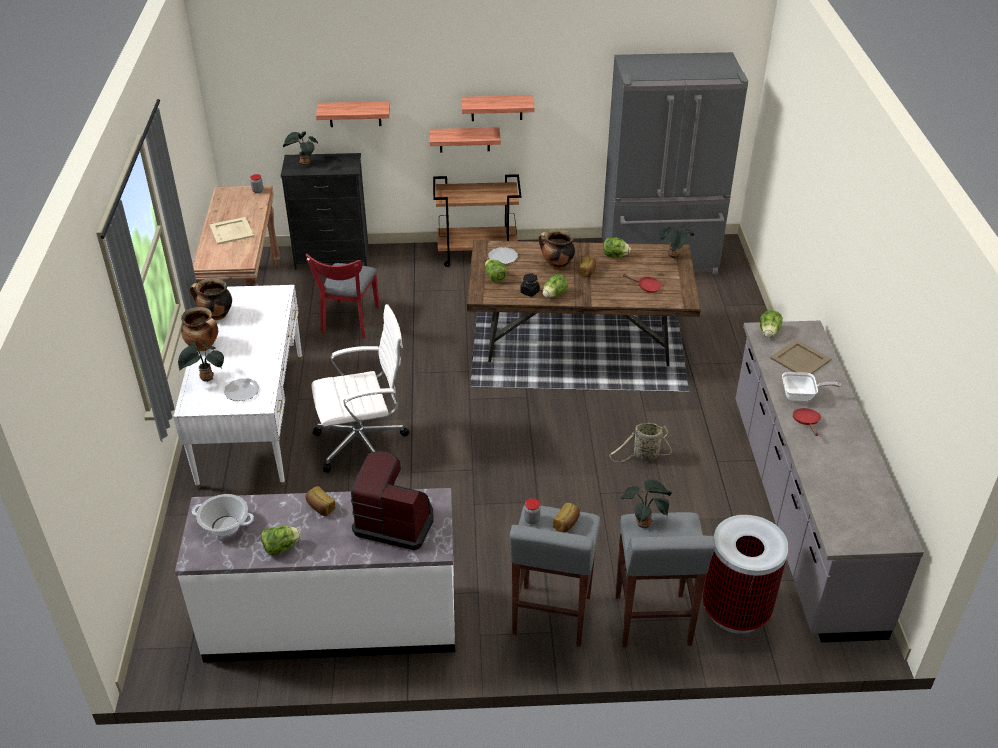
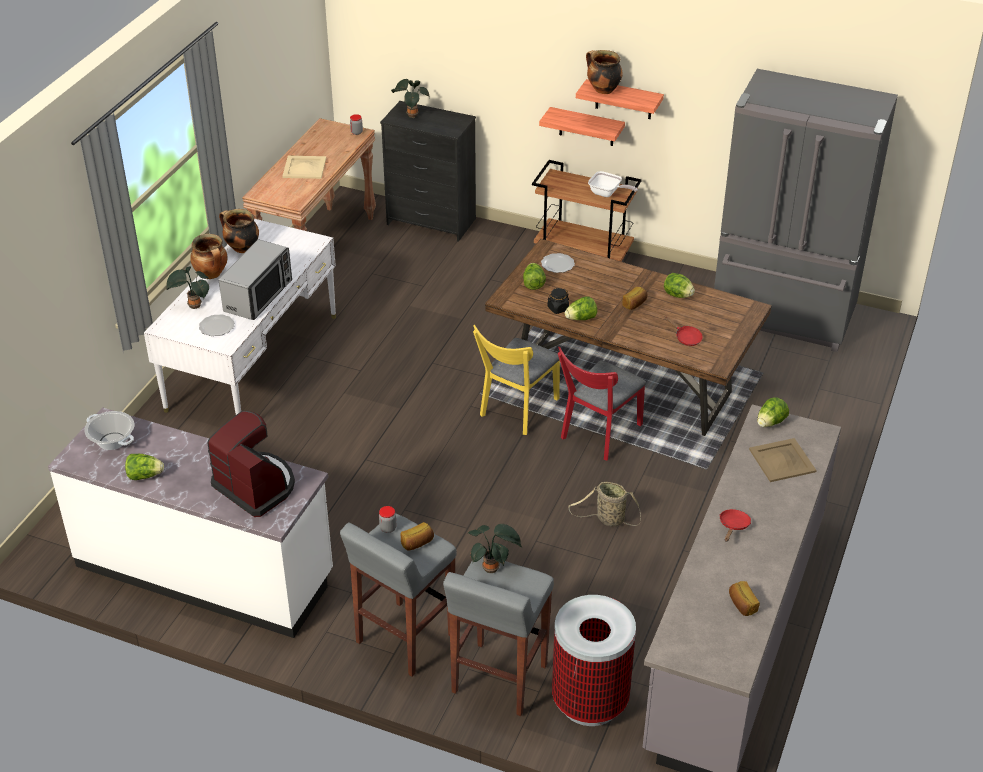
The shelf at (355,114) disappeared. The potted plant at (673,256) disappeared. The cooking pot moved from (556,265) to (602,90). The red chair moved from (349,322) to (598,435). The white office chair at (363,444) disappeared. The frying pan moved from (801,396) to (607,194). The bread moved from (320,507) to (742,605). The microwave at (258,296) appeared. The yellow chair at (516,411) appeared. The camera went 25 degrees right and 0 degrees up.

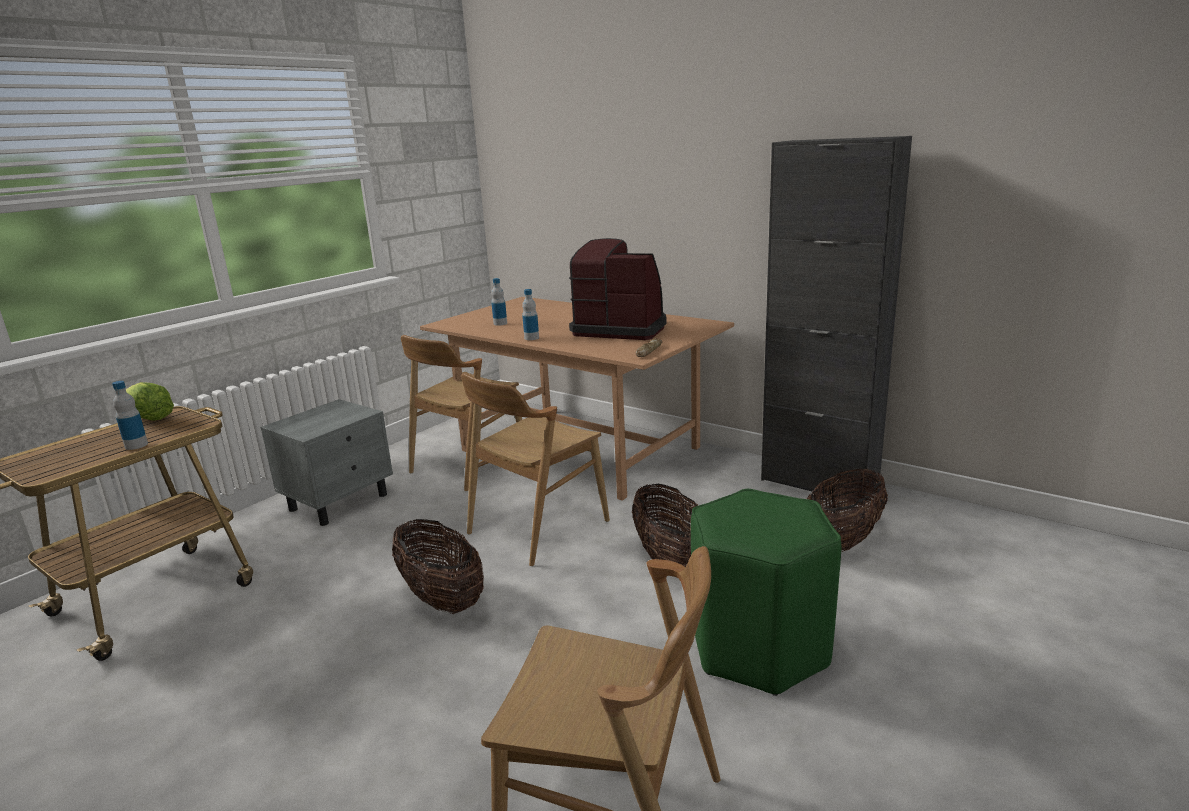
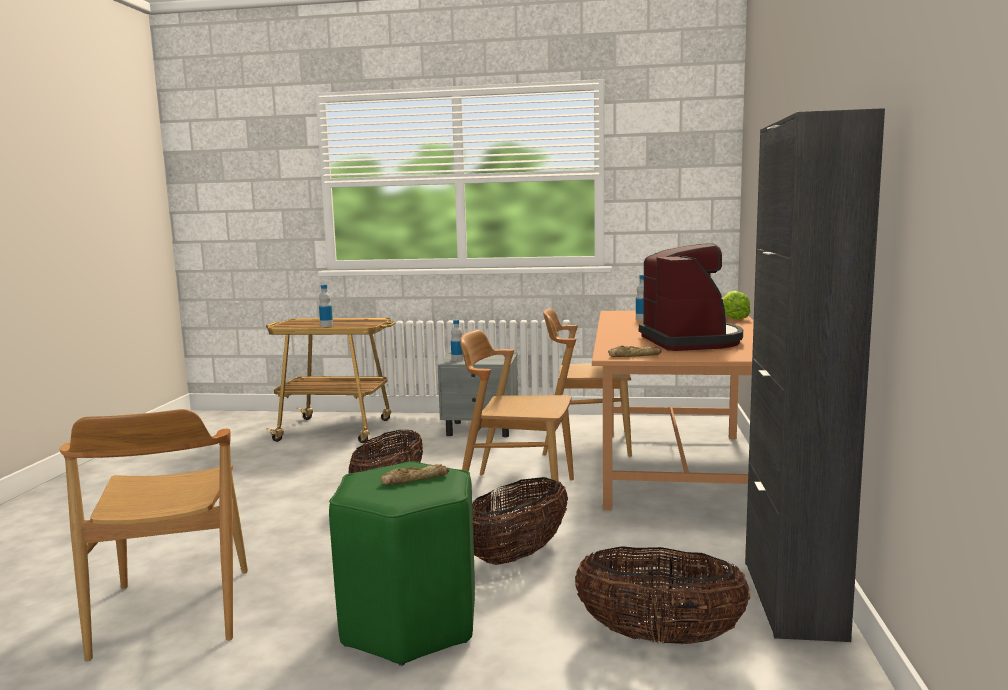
The bottle moved from (531,338) to (457,360). The lettuce moved from (149,418) to (733,318). The bread at (414,479) appeared. The camera went 60 degrees right and 10 degrees down.

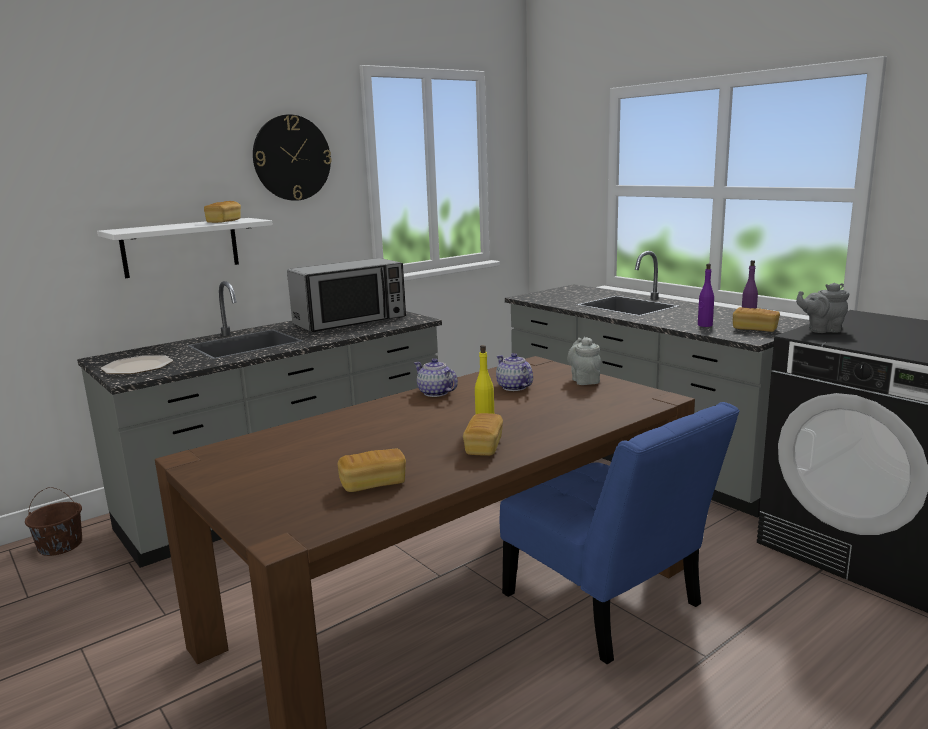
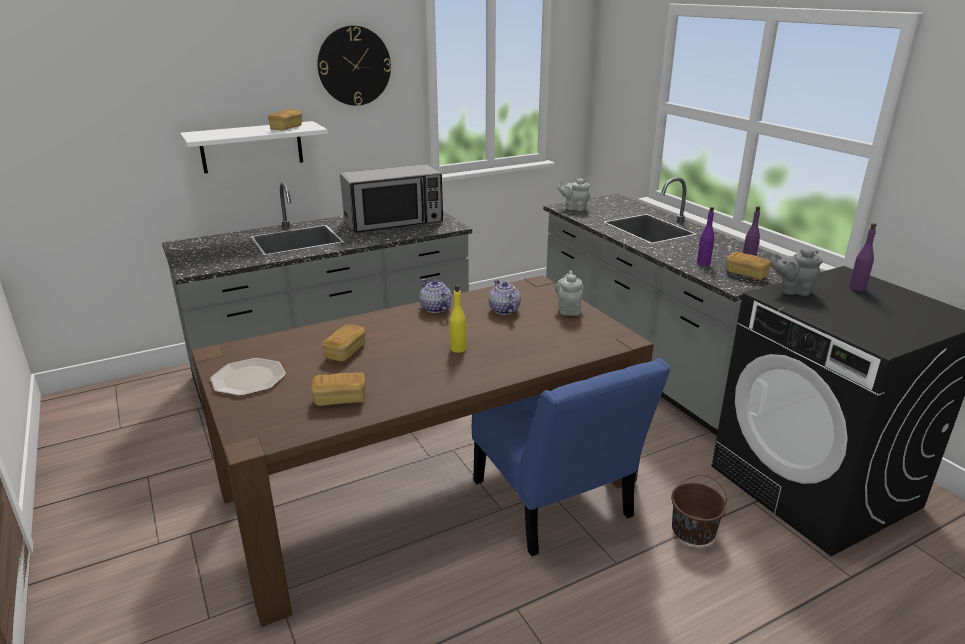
The plate moved from (138,366) to (249,378). The bread moved from (484,447) to (345,352). The brown bucket moved from (60,546) to (693,530). The grey teapot at (574,208) appeared. The purple bottle at (857,288) appeared. The camera went 10 degrees right and 10 degrees up.

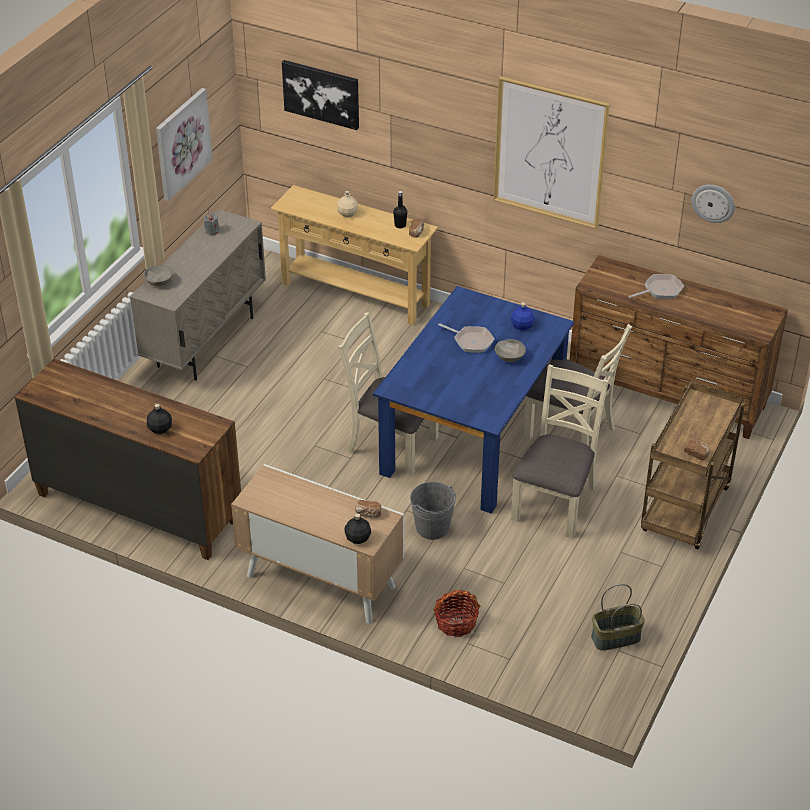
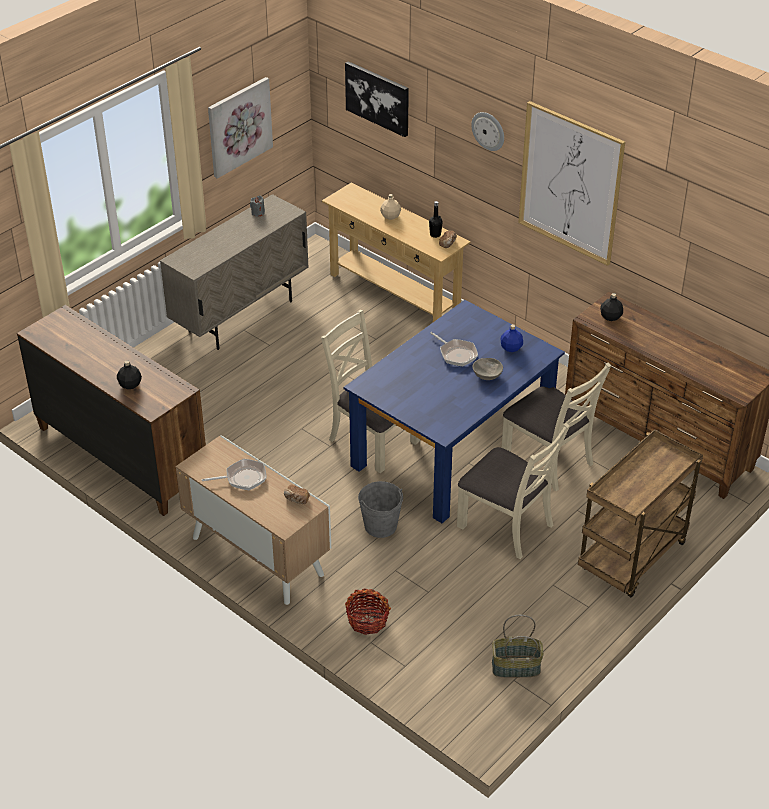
The wall clock moved from (713,202) to (488,131). The grey bowl at (159,282) disappeared. The frying pan moved from (660,290) to (242,478). The beige chair at (555,503) turned 90 degrees clockwise. The bread at (696,453) disappeared. The black bottle moved from (357,538) to (610,317). The camera went 15 degrees right and 0 degrees up.

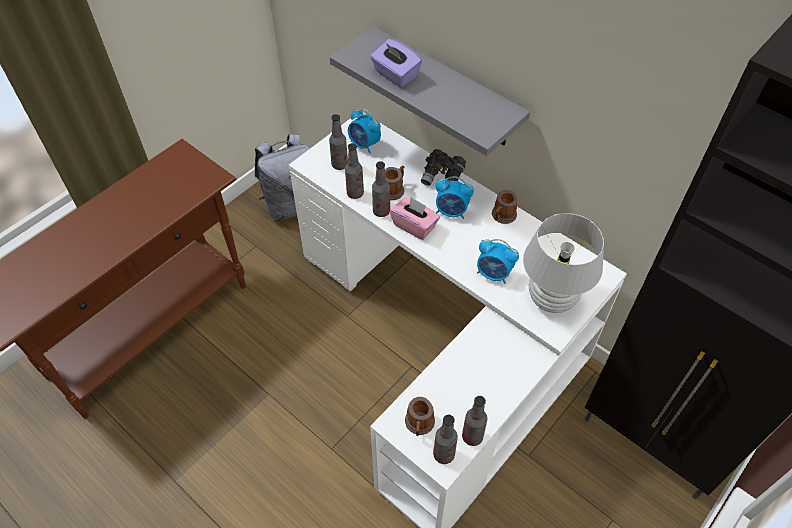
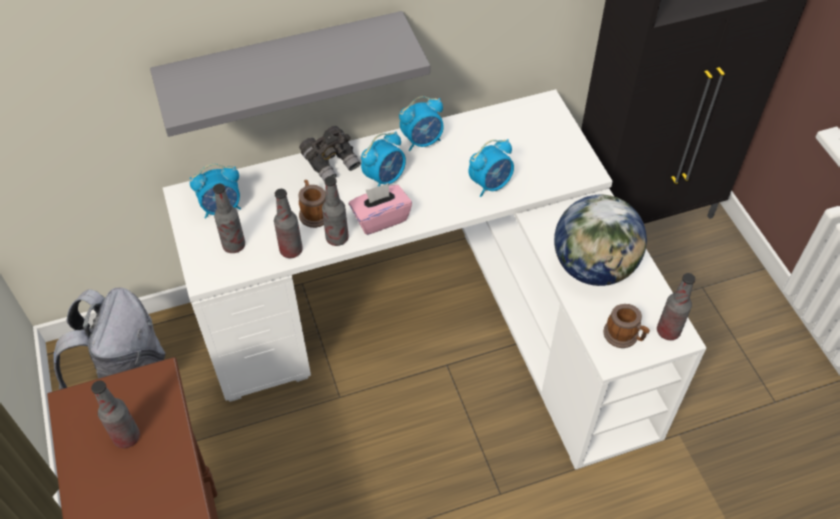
The purple tissue box at (395,75) disappeared. The mug at (502,216) was replaced by the alarm clock at (422,141). The white table lamp at (551,299) disappeared. The bottle moved from (472,436) to (127,437). The globe at (593,267) appeared. The camera went 60 degrees left and 0 degrees up.

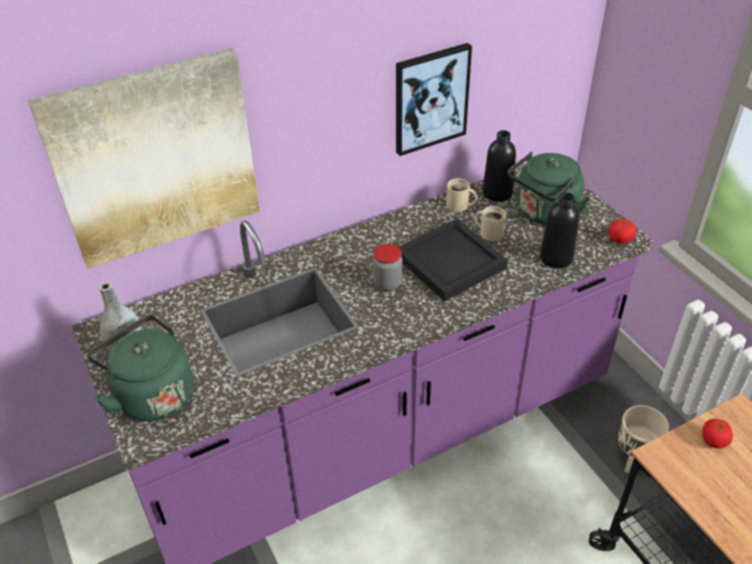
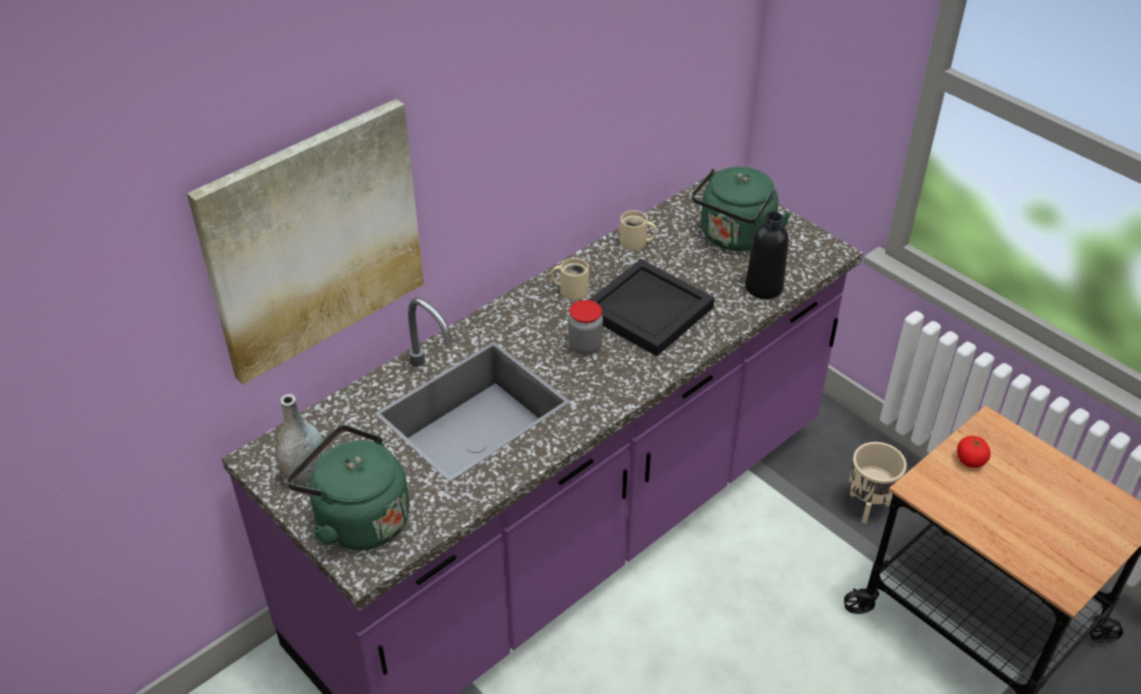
The picture at (430,98) disappeared. The black bottle at (497,193) disappeared. The beige mug moved from (489,232) to (571,289). The tomato at (620,239) disappeared. The camera went 15 degrees left and 0 degrees up.

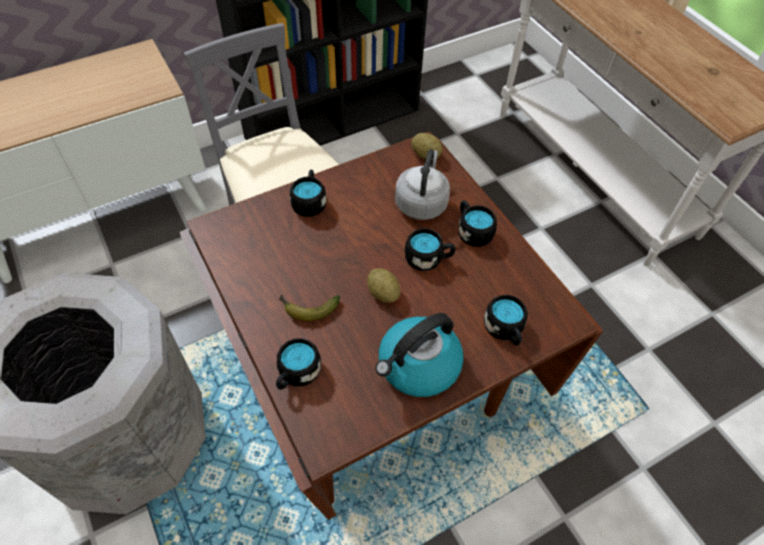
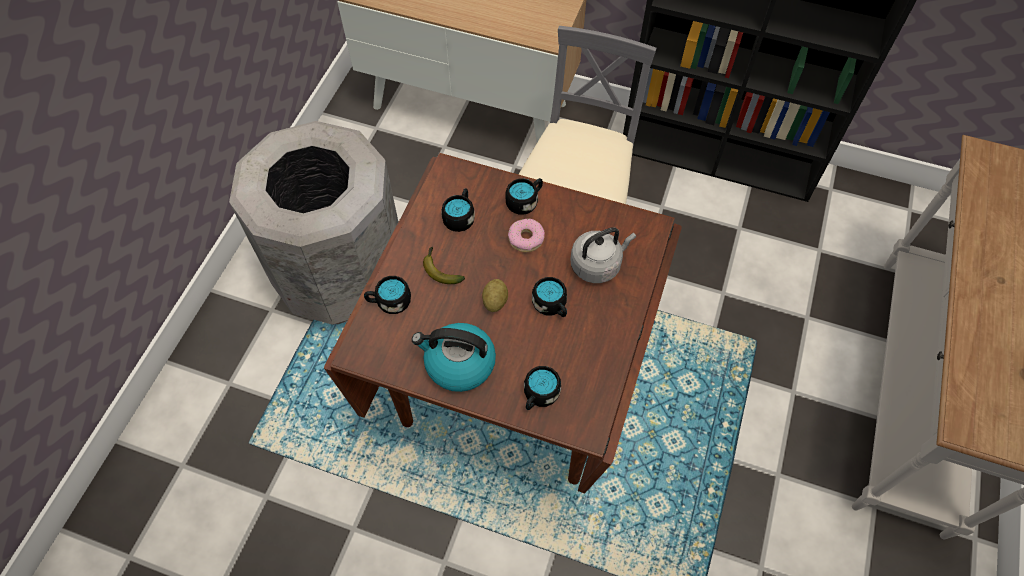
The potato at (425,155) disappeared. The black mug moved from (472,231) to (460,216). The donut at (526,238) appeared. The camera went 50 degrees right and 5 degrees up.

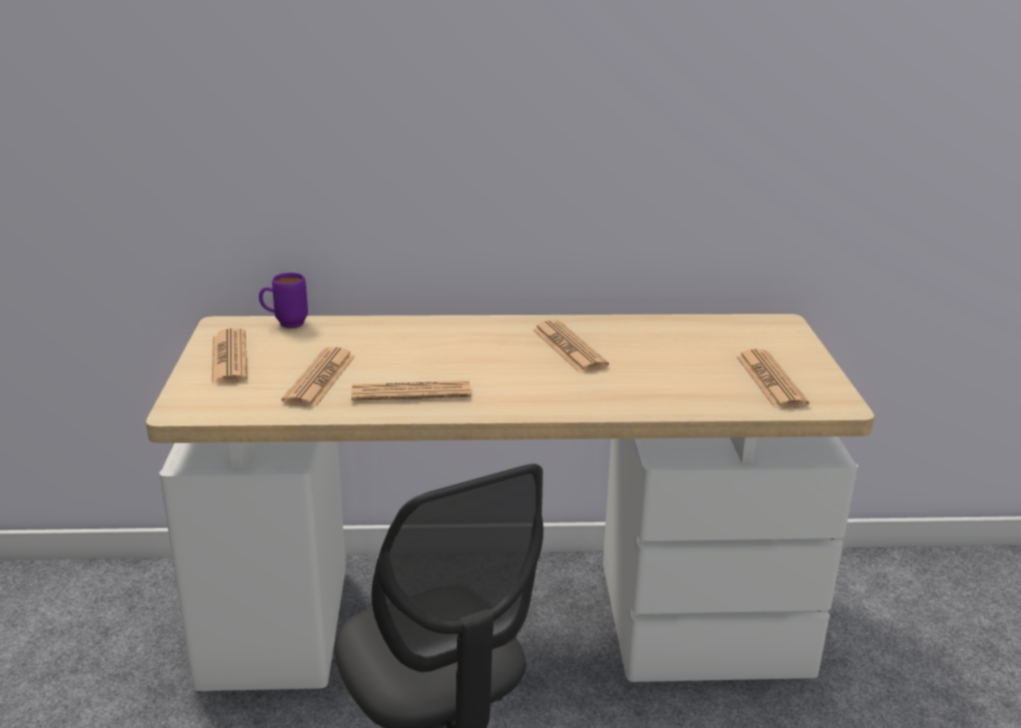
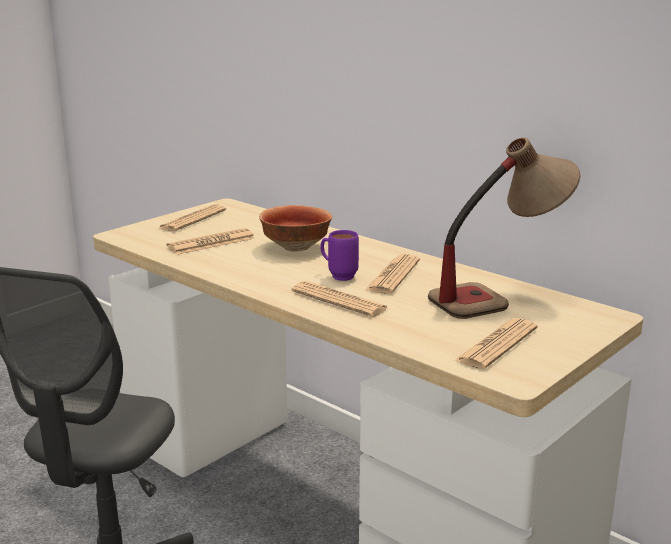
The purple mug moved from (285,324) to (338,276). The newspaper moved from (411,392) to (339,300). The table lamp at (499,297) appeared. The bowl at (296,247) appeared. The camera went 45 degrees right and 5 degrees down.

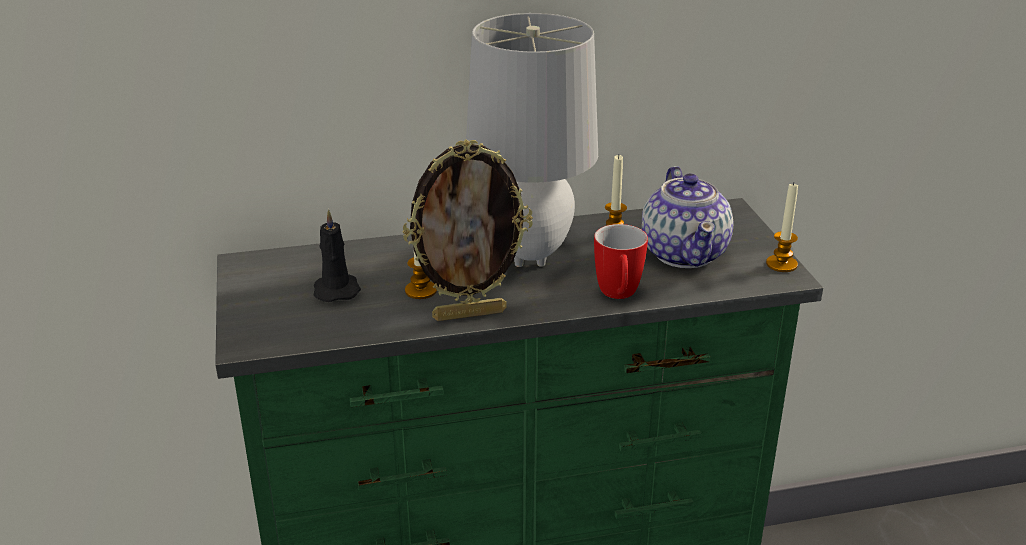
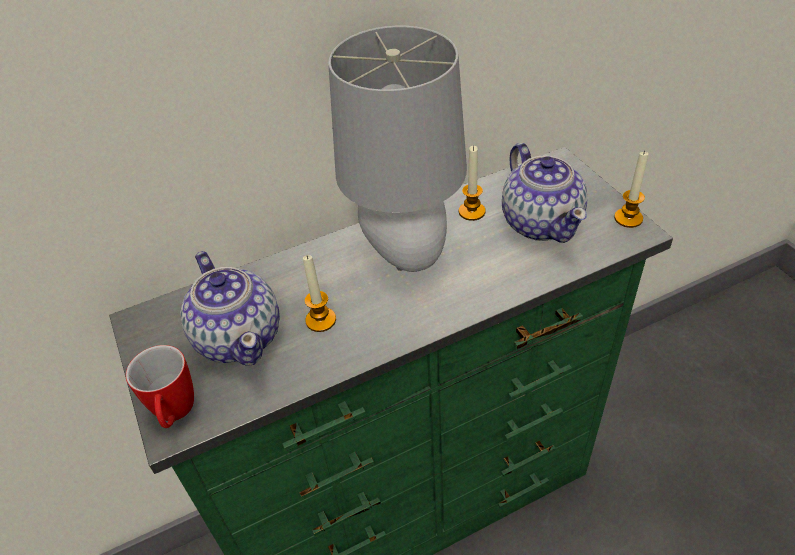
The picture frame at (469,314) disappeared. The black candle at (336,289) was replaced by the teapot at (239,336). The mug moved from (619,296) to (175,415). The camera went 10 degrees left and 15 degrees up.

